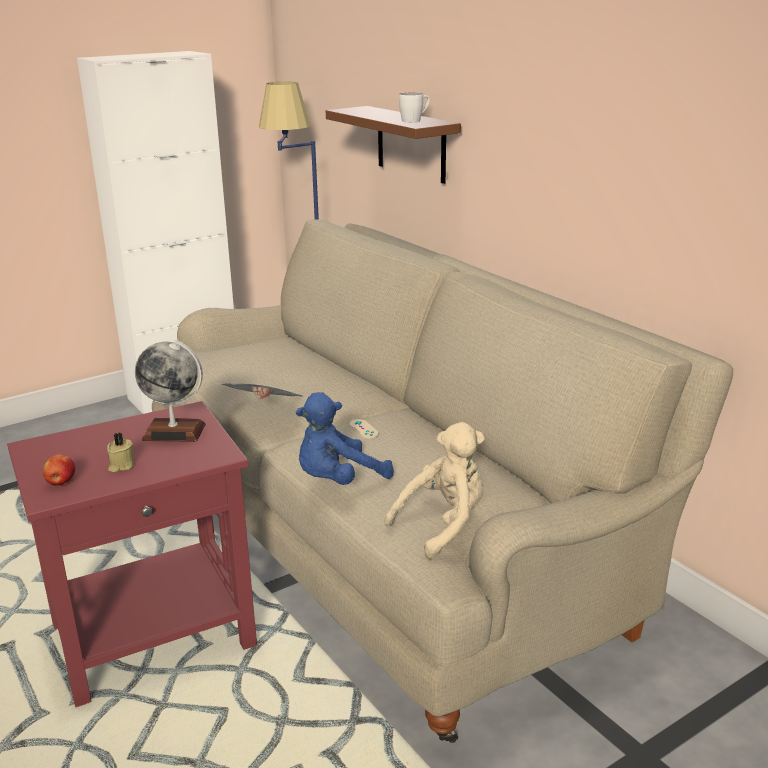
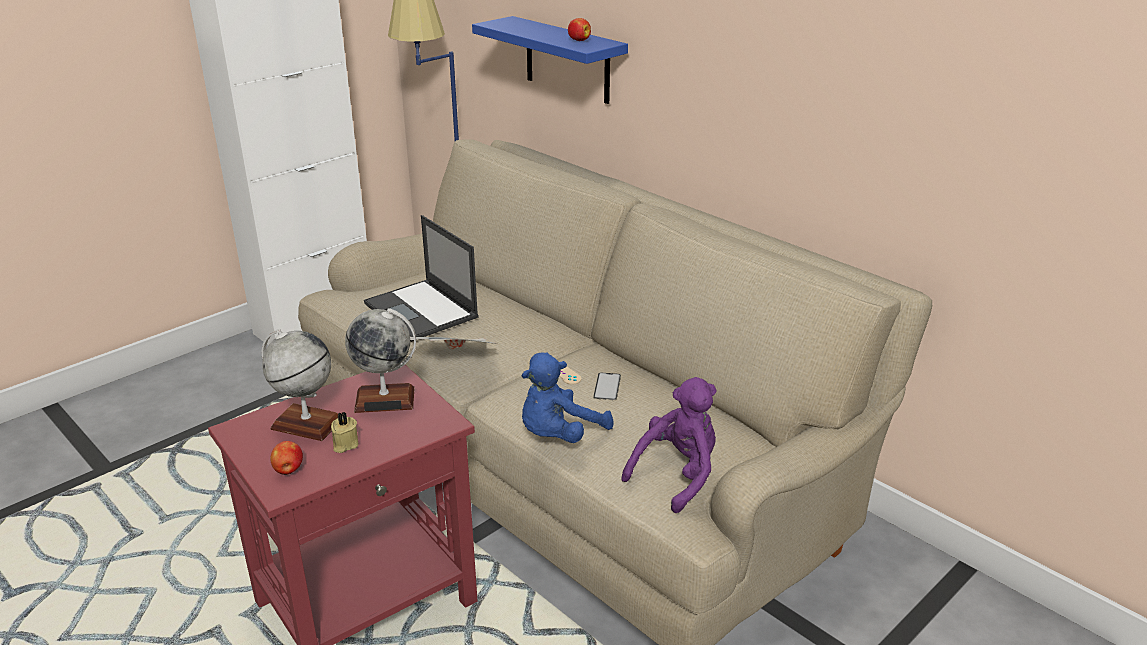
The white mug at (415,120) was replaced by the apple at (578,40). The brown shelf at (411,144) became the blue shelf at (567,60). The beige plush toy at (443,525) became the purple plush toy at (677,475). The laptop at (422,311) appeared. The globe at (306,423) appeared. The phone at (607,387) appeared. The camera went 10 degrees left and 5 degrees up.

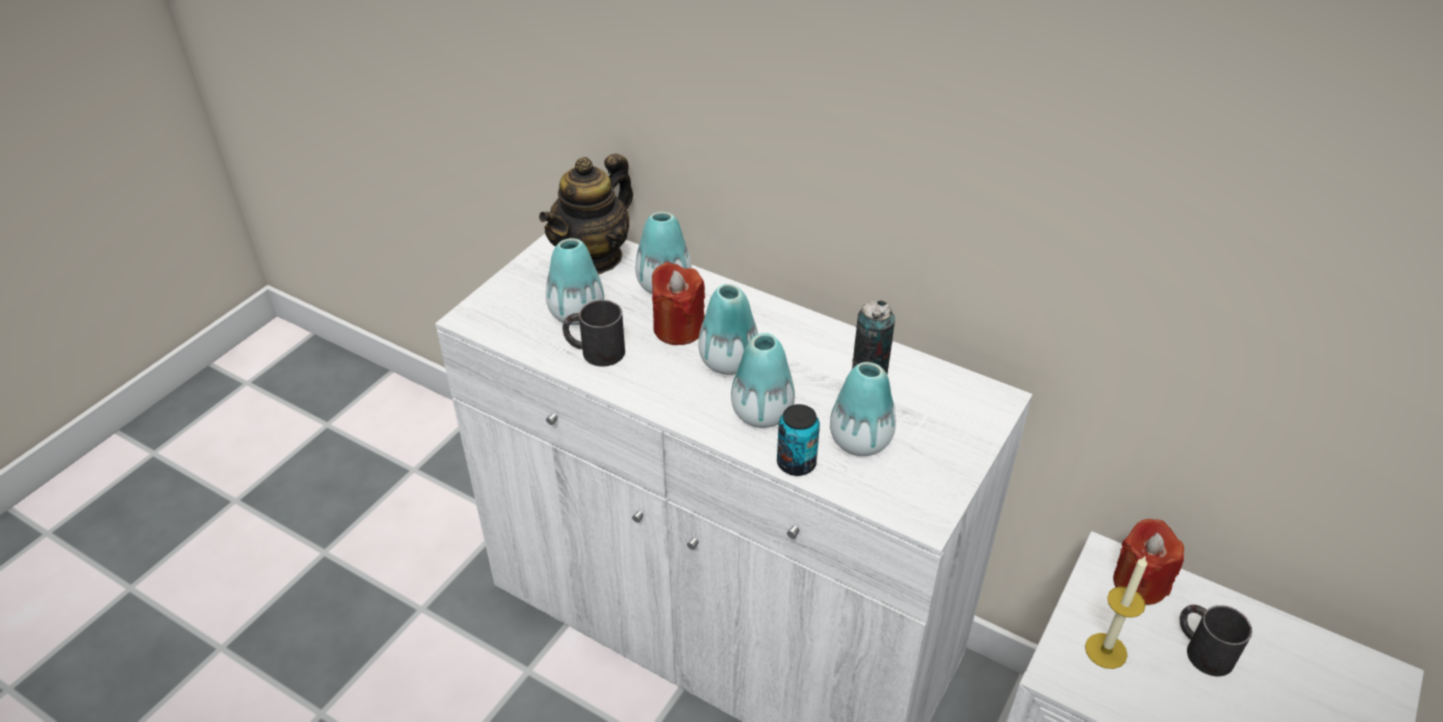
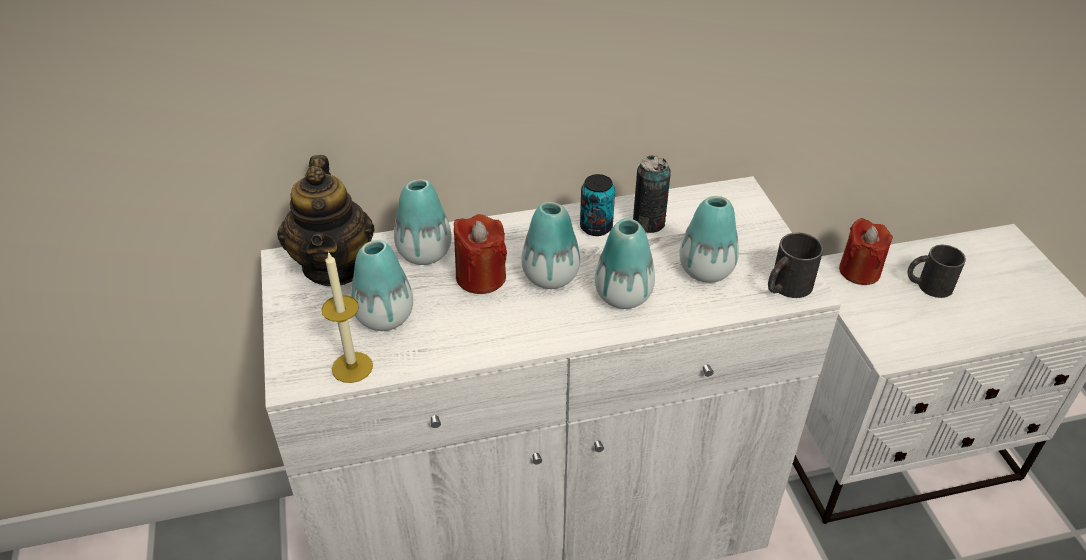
The black mug moved from (594,351) to (786,287). The can moved from (796,463) to (596,227). The candle moved from (1106,650) to (352,367). The camera went 45 degrees left and 0 degrees up.

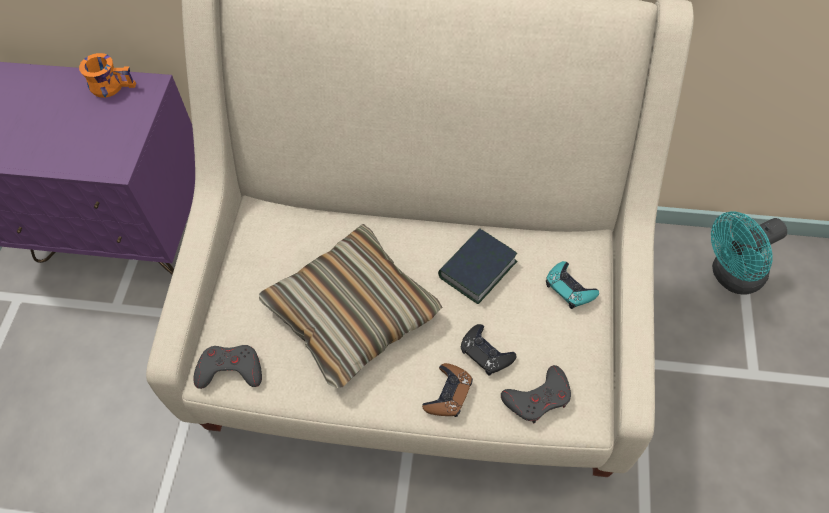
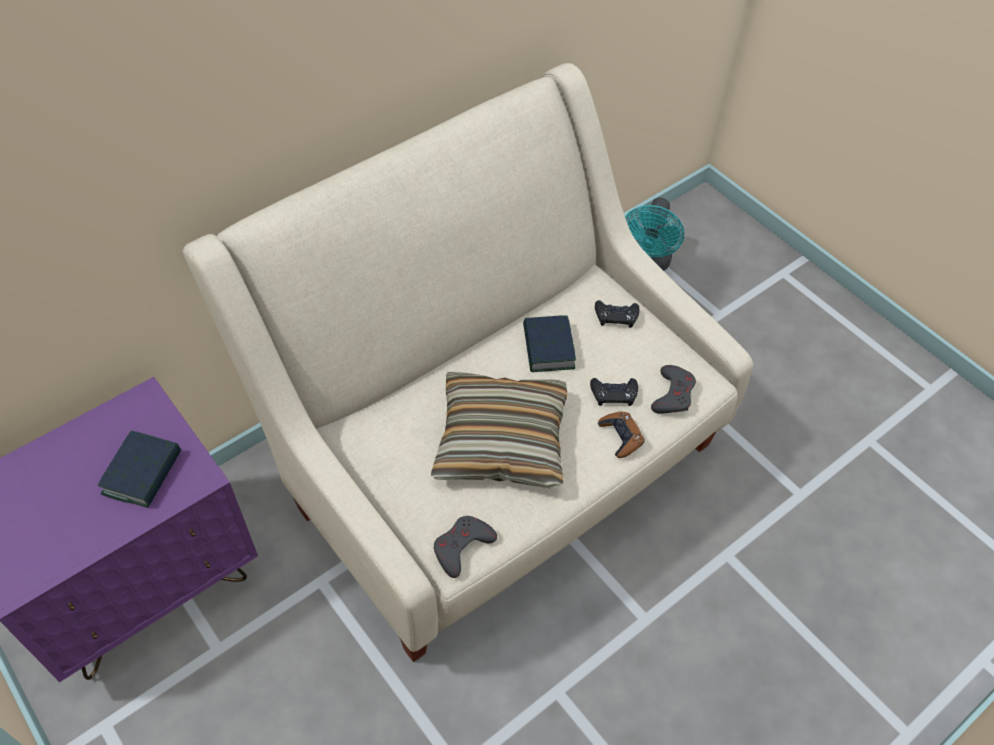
The orange mug at (112,84) disappeared. The turquoise game controller at (569,288) became the black game controller at (616,316). The book at (143,473) appeared. The camera went 50 degrees left and 5 degrees down.

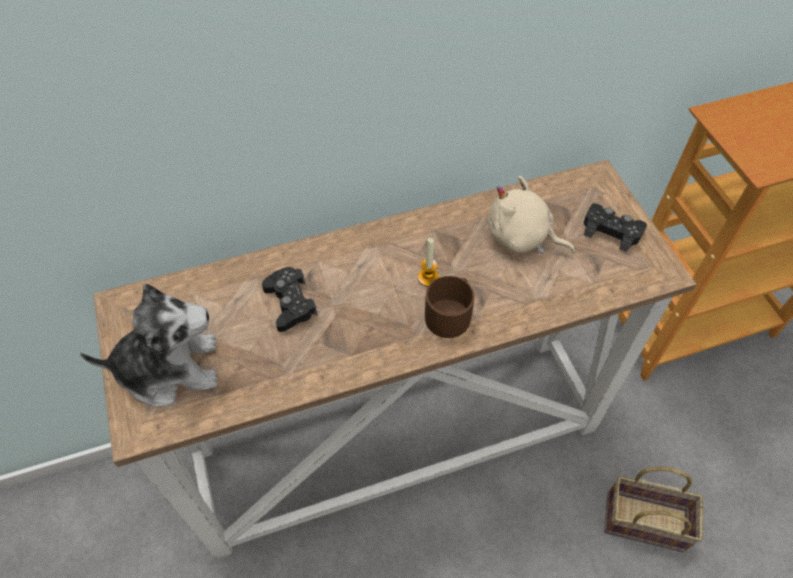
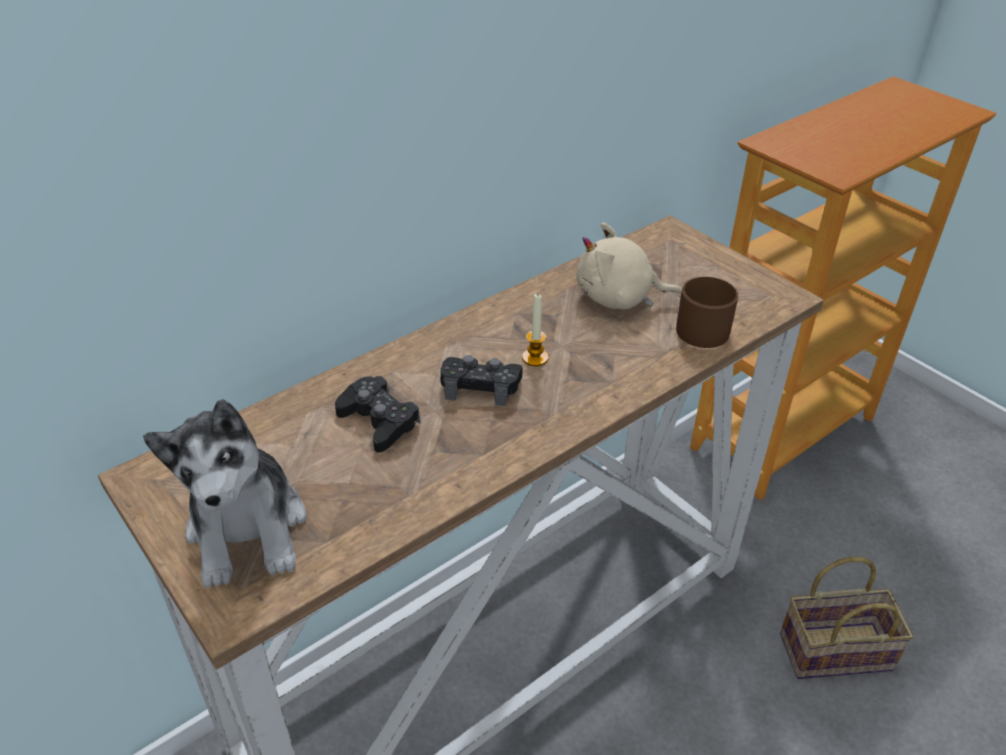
The black game controller moved from (611,231) to (480,386). The brown mug moved from (450,313) to (702,327). The plush toy at (170,368) turned 105 degrees clockwise. The camera went 20 degrees left and 15 degrees down.

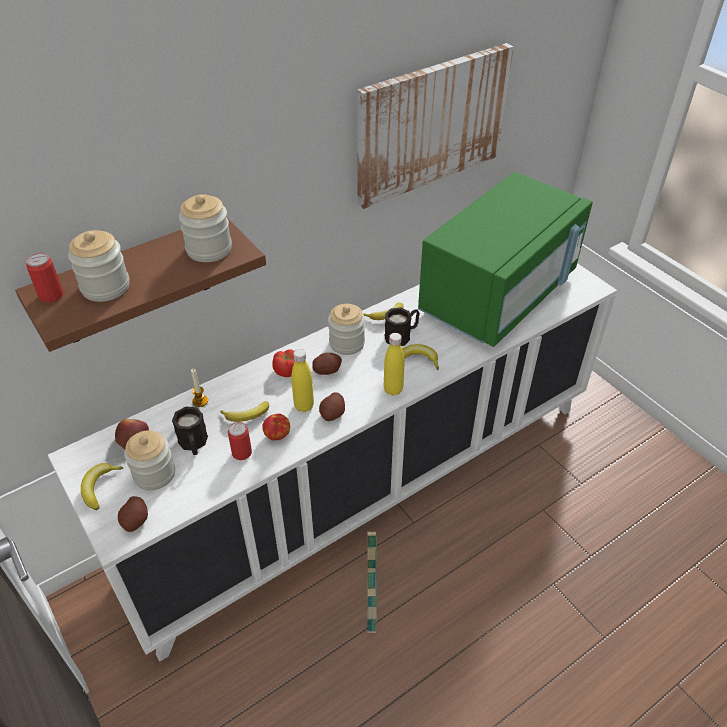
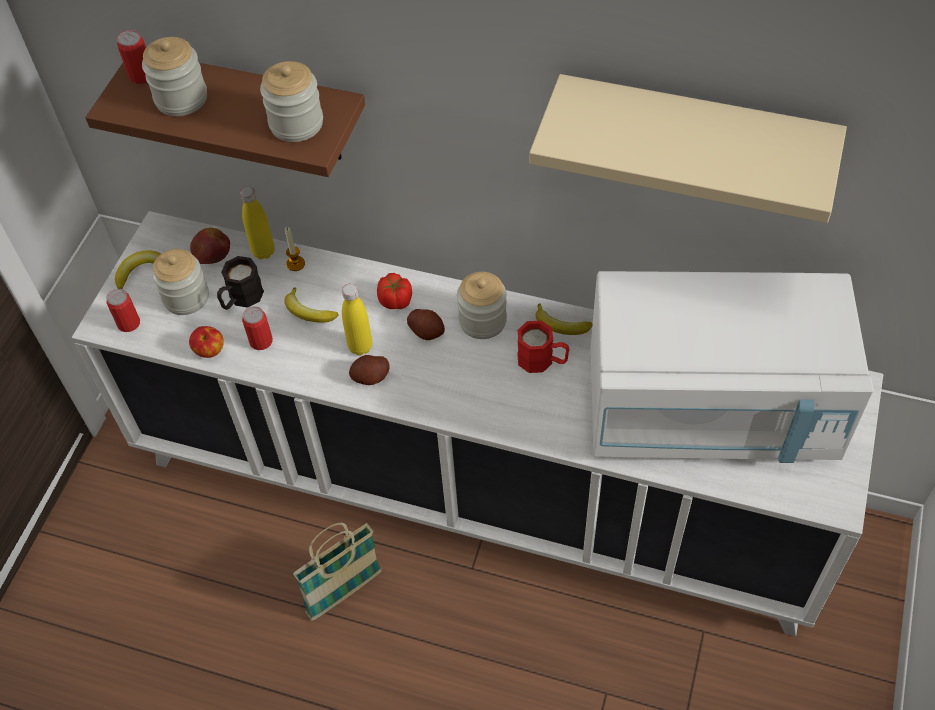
The picture at (431,124) was replaced by the beige shelf at (693,139). The green microwave at (498,295) became the white microwave at (711,409). The black mug at (402,335) became the red mug at (542,360). The yellow bottle moved from (393,389) to (263,252). The banana at (417,360) disappeared. The apple moved from (277,435) to (210,351). The potato at (135,520) was replaced by the can at (128,323). The camera went 55 degrees right and 10 degrees up.

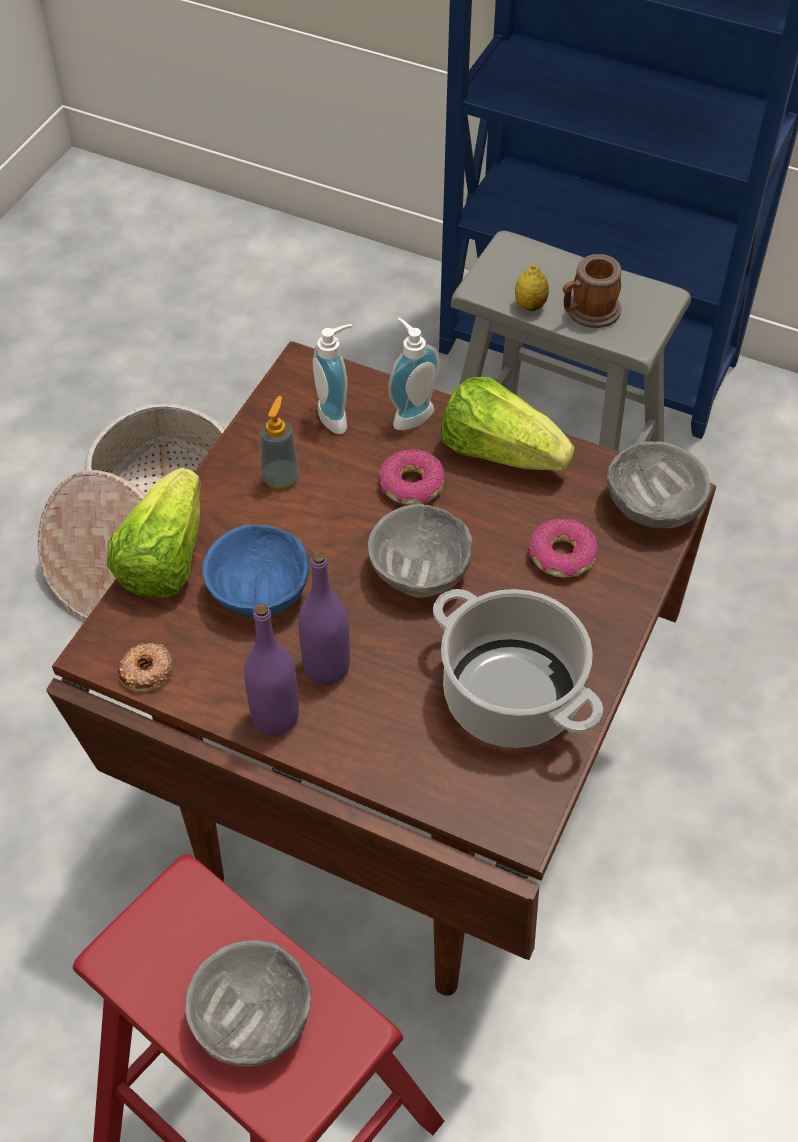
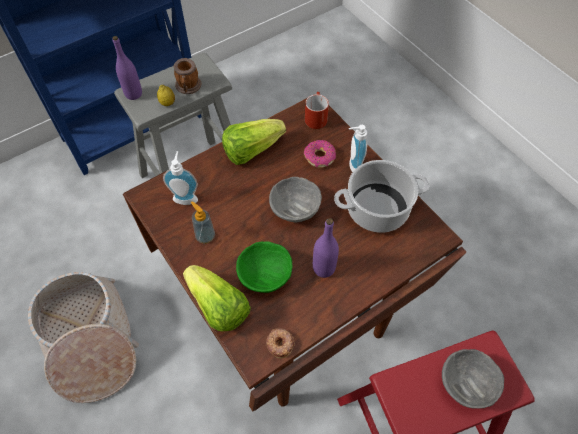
The soap dispenser moved from (410,414) to (352,166). The grey bowl at (652,506) was replaced by the red mug at (315,117). The donut at (411,485) disappeared. The blue bowl at (259,591) became the green bowl at (265,275). The purple bottle moved from (275,717) to (133,94). The camera went 60 degrees left and 5 degrees up.

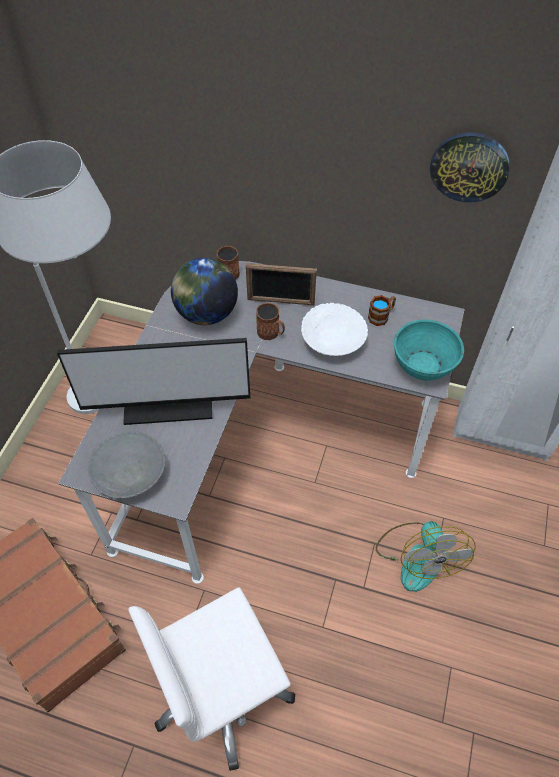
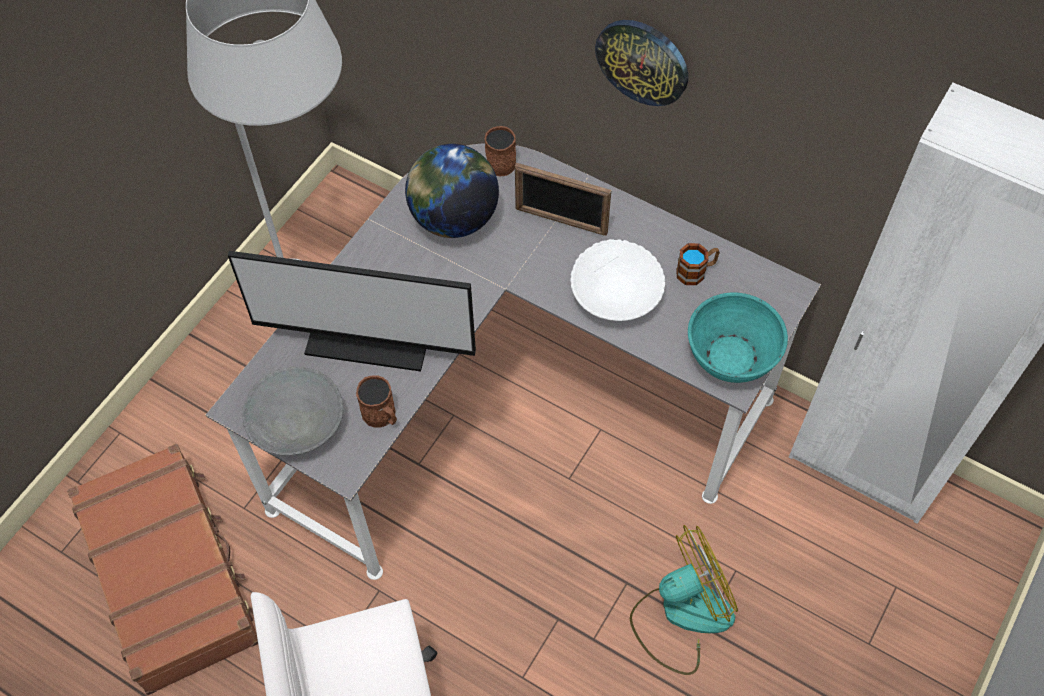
The wall clock moved from (469,167) to (643,61). The brown mug moved from (271,333) to (382,416). The fan at (417,556) turned 120 degrees counterclockwise. The camera went 15 degrees right and 5 degrees up.

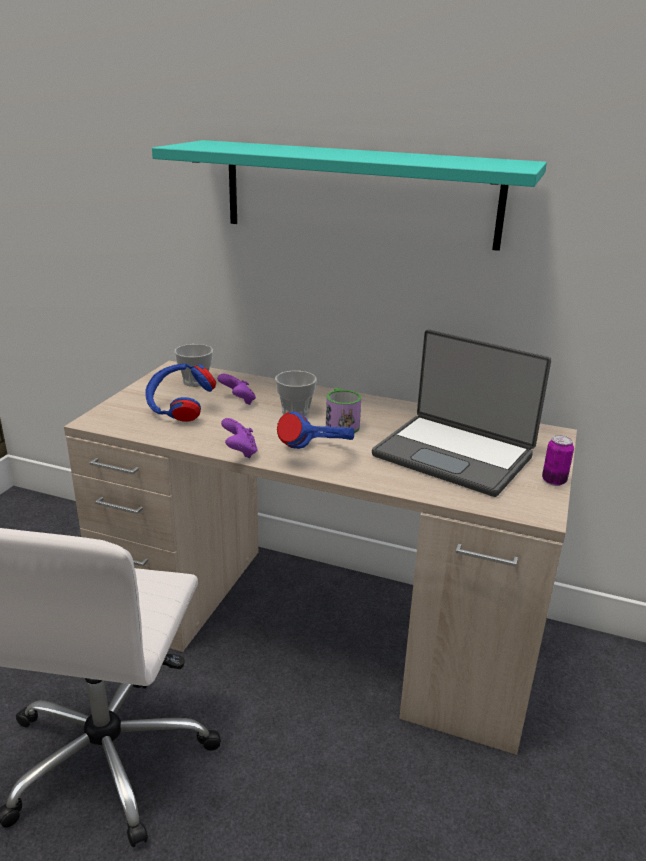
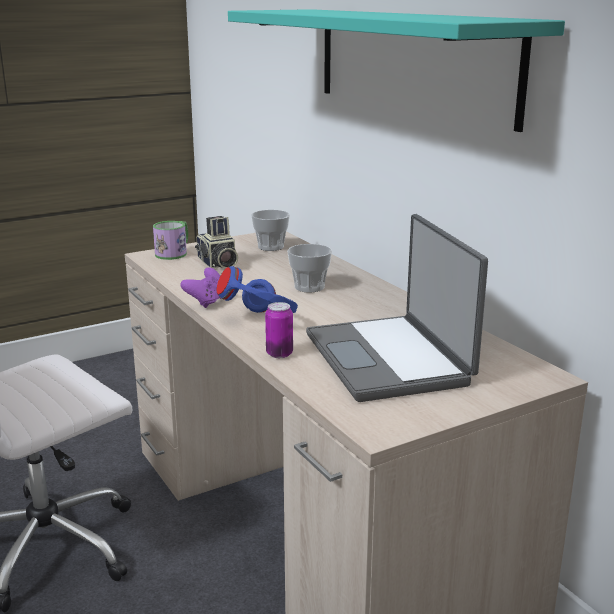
The blue headphones at (179,412) was replaced by the photo camera at (217,264). The purple game controller at (238,401) disappeared. The mug moved from (340,424) to (174,253). The can moved from (554,481) to (279,354). The camera went 40 degrees right and 5 degrees down.

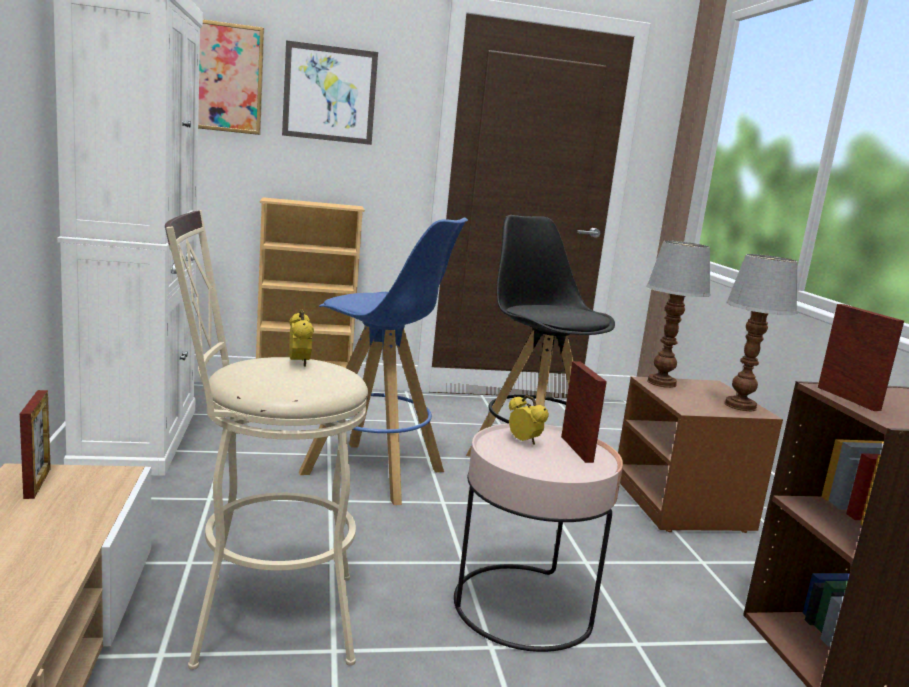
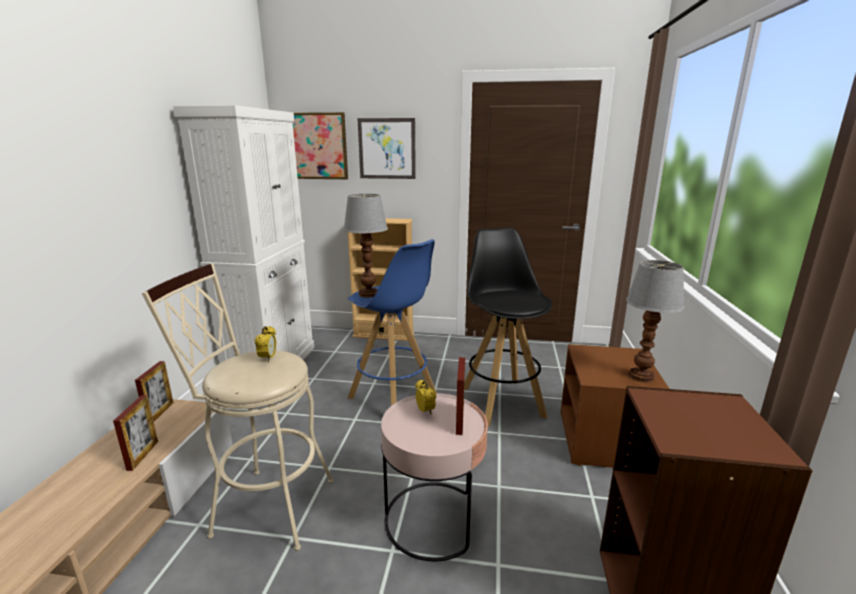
The table lamp moved from (661,383) to (368,294). The picture frame moved from (848,398) to (143,455). The camera went 20 degrees right and 5 degrees up.

